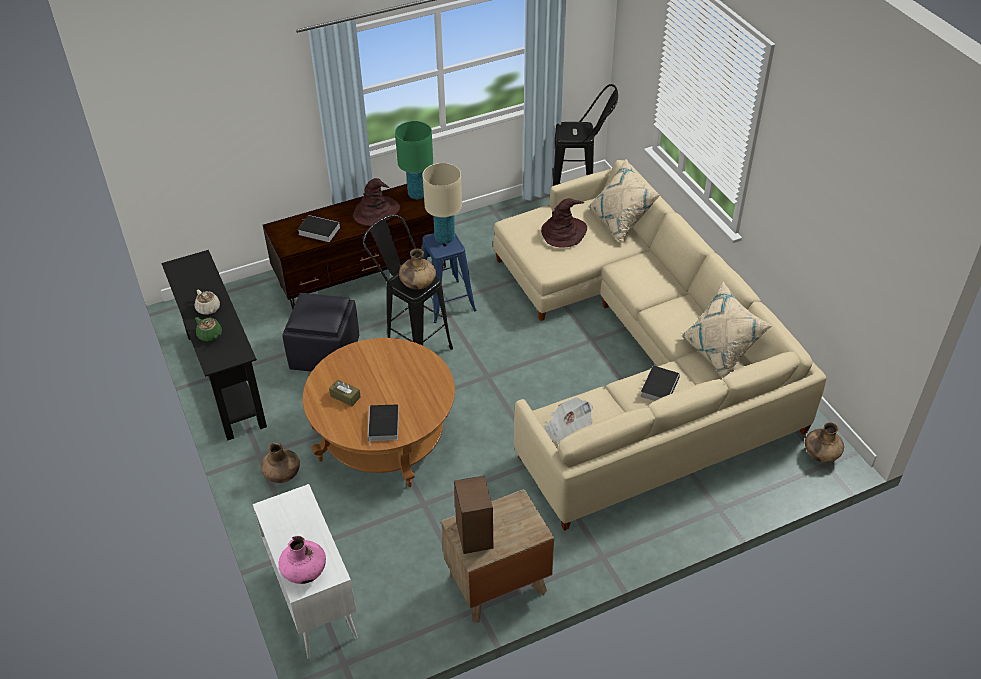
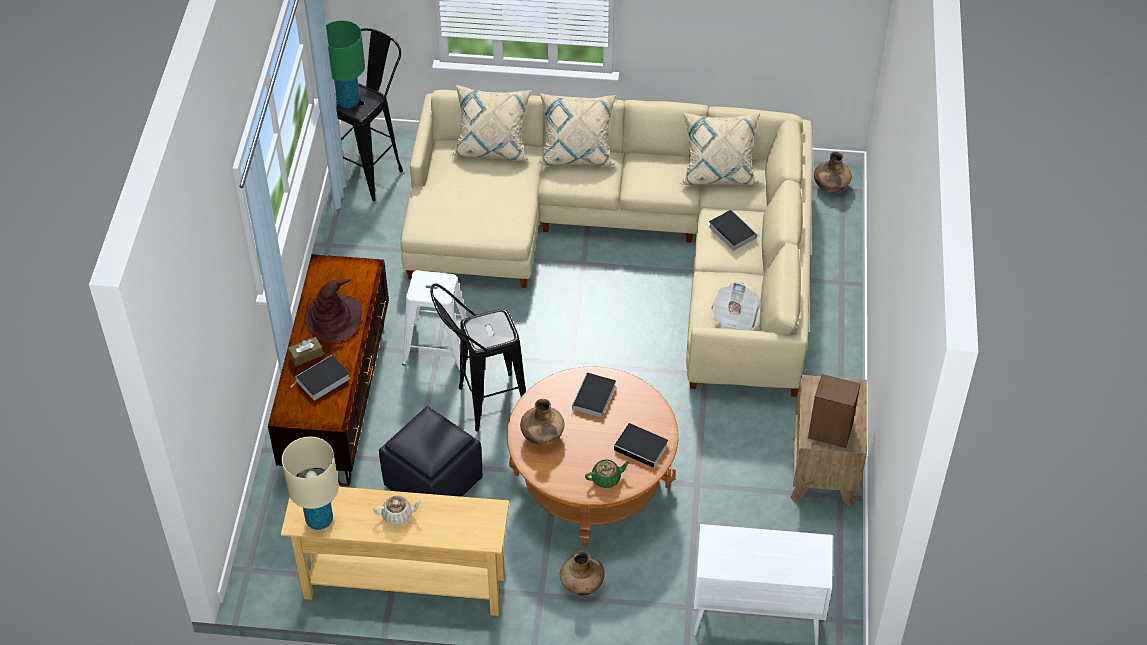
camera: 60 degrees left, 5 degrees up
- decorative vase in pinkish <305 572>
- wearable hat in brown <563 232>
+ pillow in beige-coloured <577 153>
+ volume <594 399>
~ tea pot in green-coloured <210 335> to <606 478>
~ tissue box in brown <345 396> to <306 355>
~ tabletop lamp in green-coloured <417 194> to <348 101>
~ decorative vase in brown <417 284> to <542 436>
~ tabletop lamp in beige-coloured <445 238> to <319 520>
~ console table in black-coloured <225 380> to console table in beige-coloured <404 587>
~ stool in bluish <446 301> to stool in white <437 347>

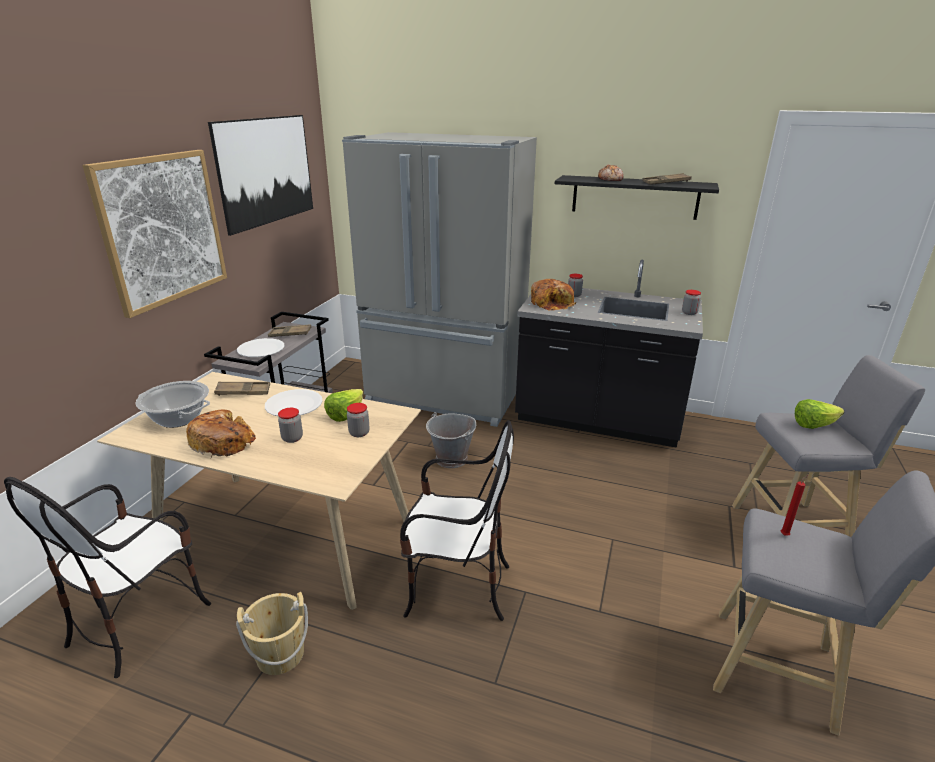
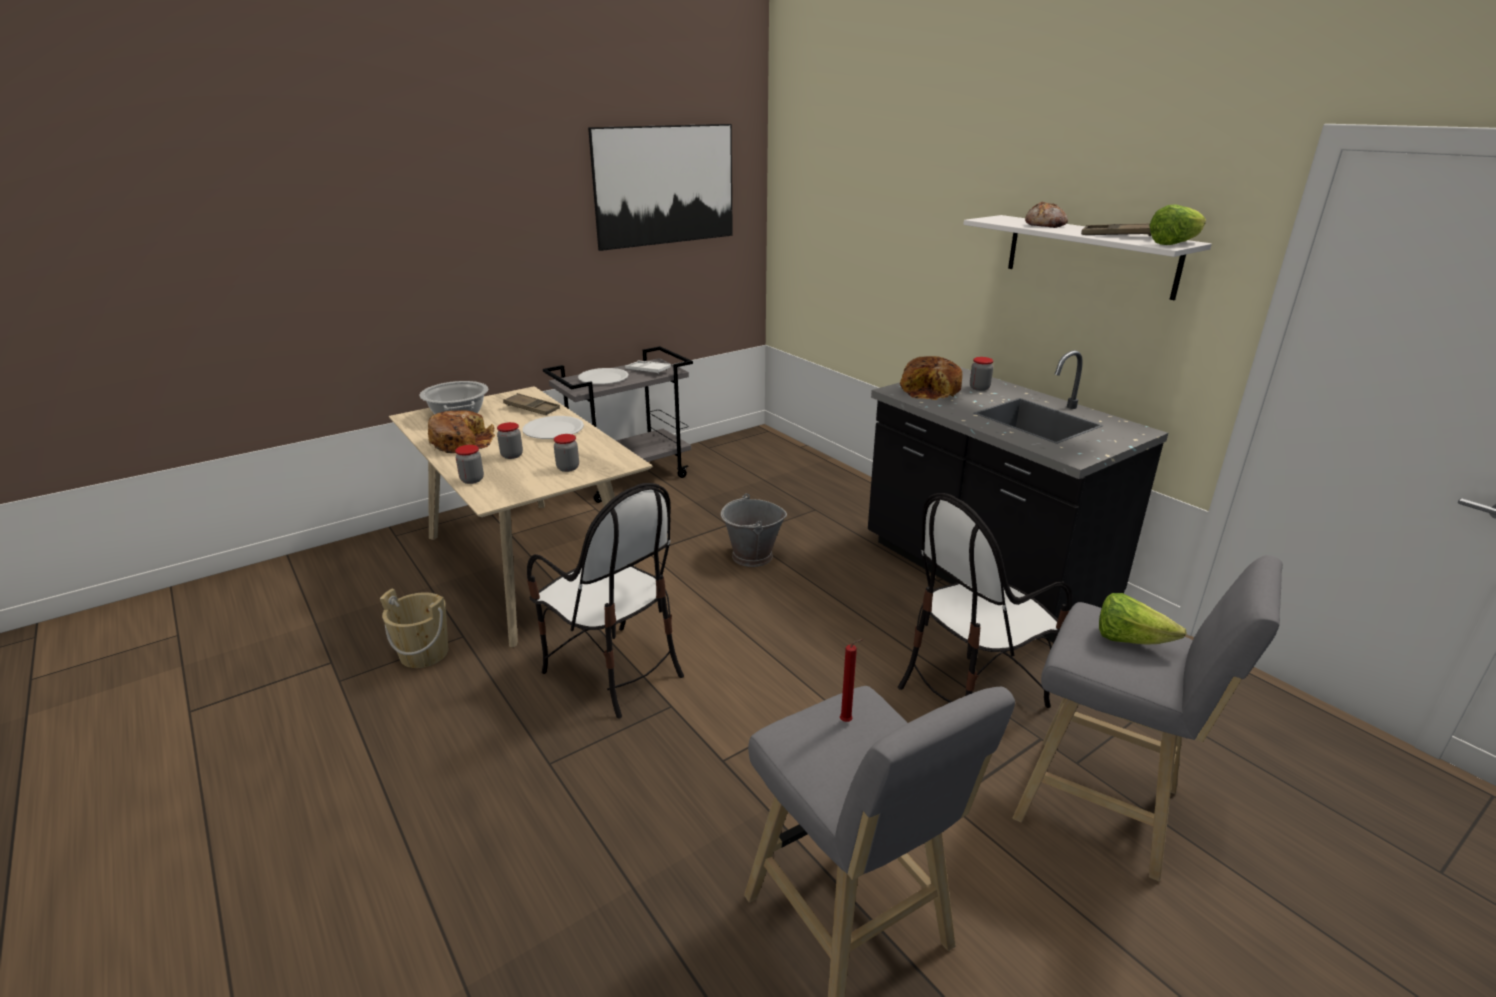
camera: 35 degrees right, 0 degrees up
- wall art <163 229>
- fridge in grey <445 396>
~ chair <139 620> to <970 692>
~ lettuce head <345 415> to <1174 244>
~ storage jar <689 313> to <472 480>
~ serving tray in brown <290 334> to serving tray in white <648 370>
~ shelf in black-coloured <634 197> to shelf in white <1090 255>

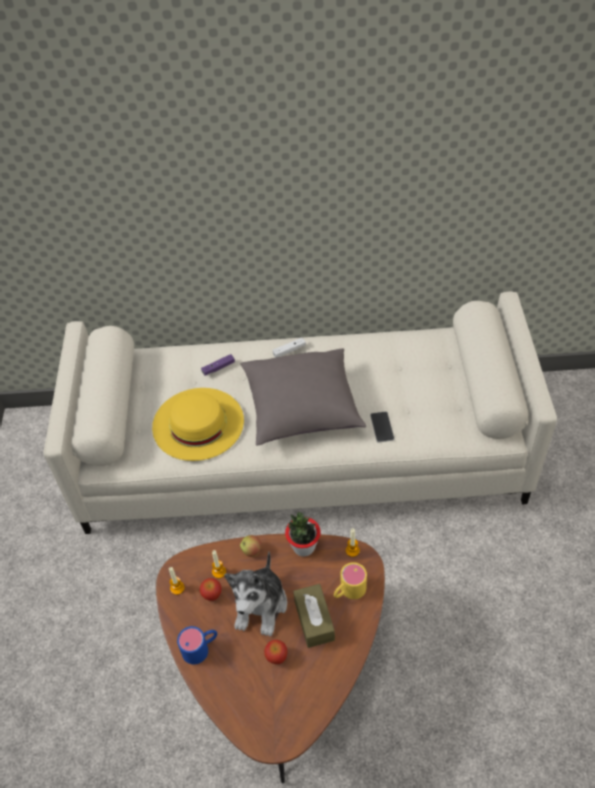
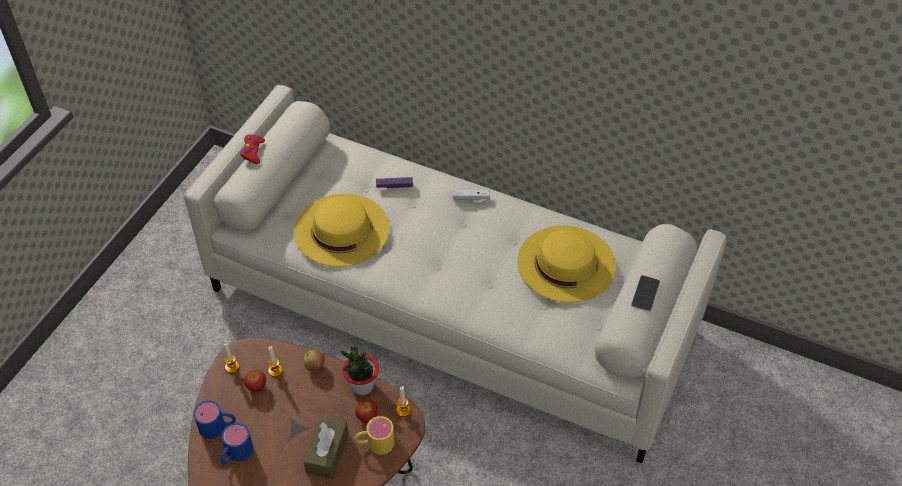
camera: 25 degrees right, 0 degrees up
- soft toy <261 605>
- pillow in grey <302 409>
+ coffee mug in bluish <235 454>
+ joypad in red-coloured <253 152>
+ wearable hat in yellowish <566 263>
~ apple fruit <276 656> to <367 417>
~ telephone <382 427> to <645 293>

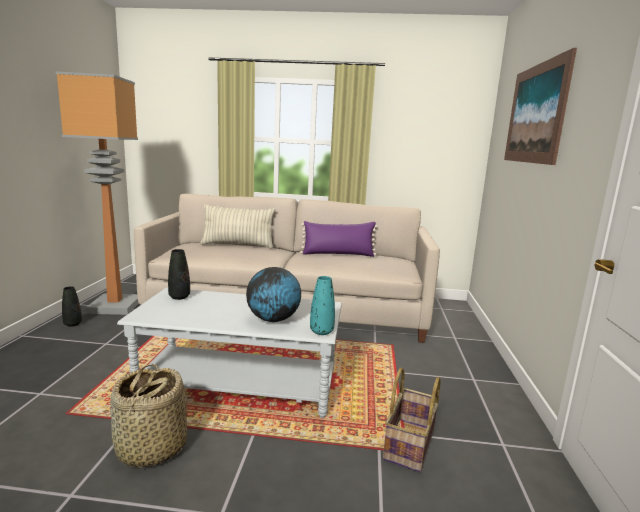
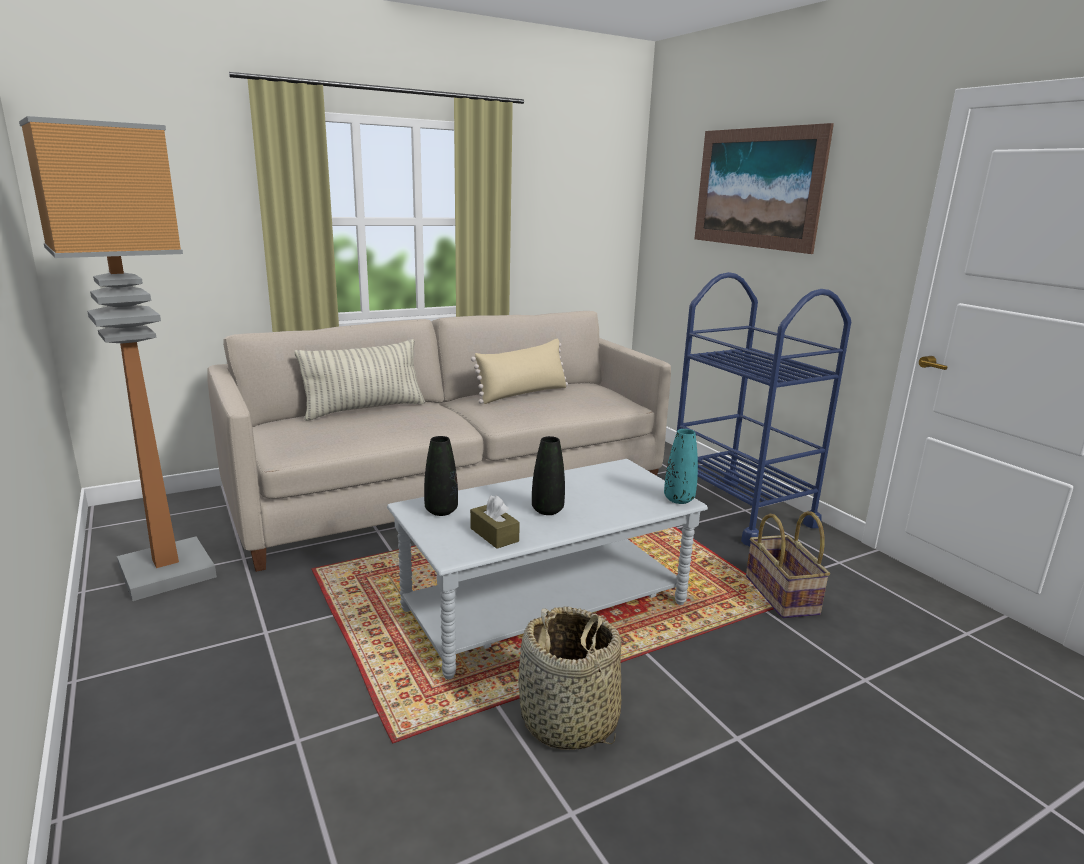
camera: 35 degrees left, 5 degrees up
- world globe <273 320>
+ tissue box in brown <494 535>
+ wheeled cart in bluish <739 510>
~ decorative vase in black-coloured <72 324> to <547 510>
~ pillow in purplish <338 254> to pillow in beige-coloured <523 394>

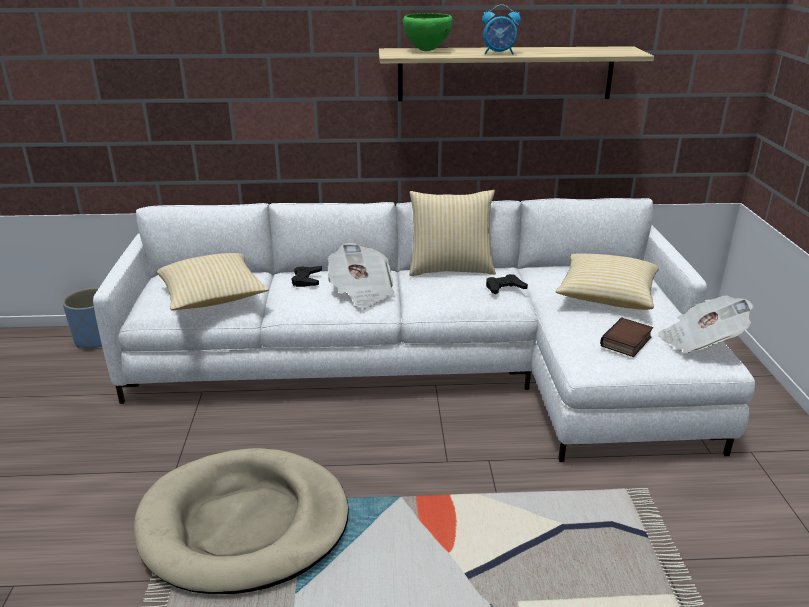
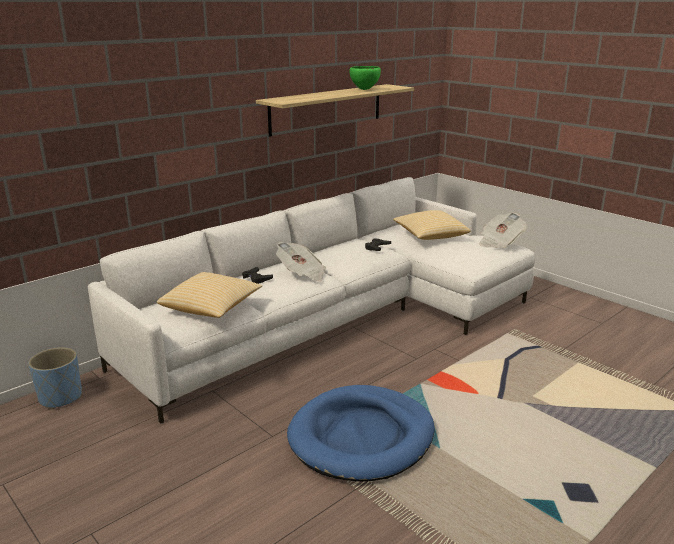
camera: 40 degrees left, 5 degrees down
- pillow <450 269>
- table clock <499 53>
- volume <627 342>
~ bowl in green-coloured <426 51> to <364 89>
~ dog bed in beige-coloured <244 524> to dog bed in bluish <362 437>

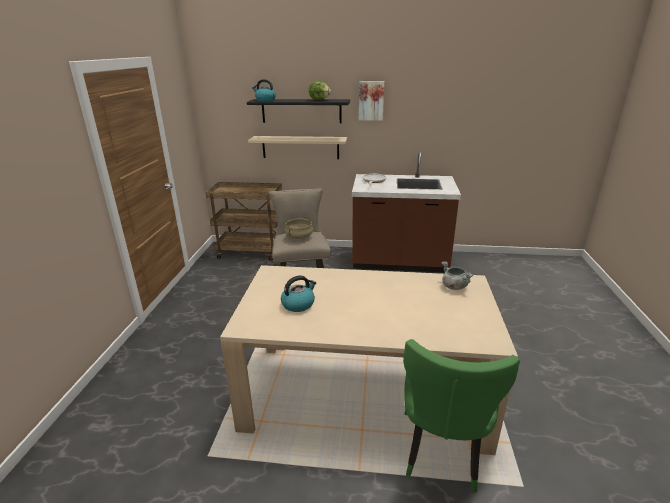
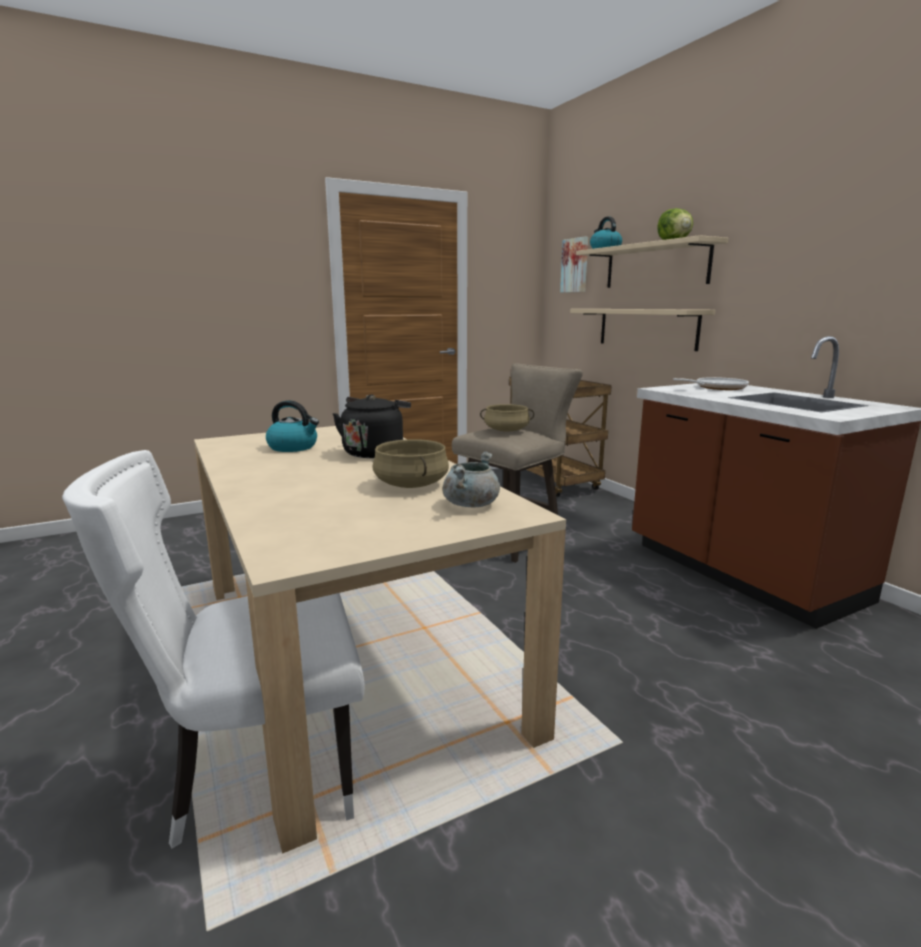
camera: 55 degrees right, 10 degrees down
+ kettle in black-coloured <374 452>
+ cooking pot in beige-coloured <410 484>
~ wall art <371 100> to <575 265>
~ shelf in black-coloured <301 111> to shelf in beige-coloured <655 266>
~ chair in green-coloured <442 453> to chair in white <255 772>

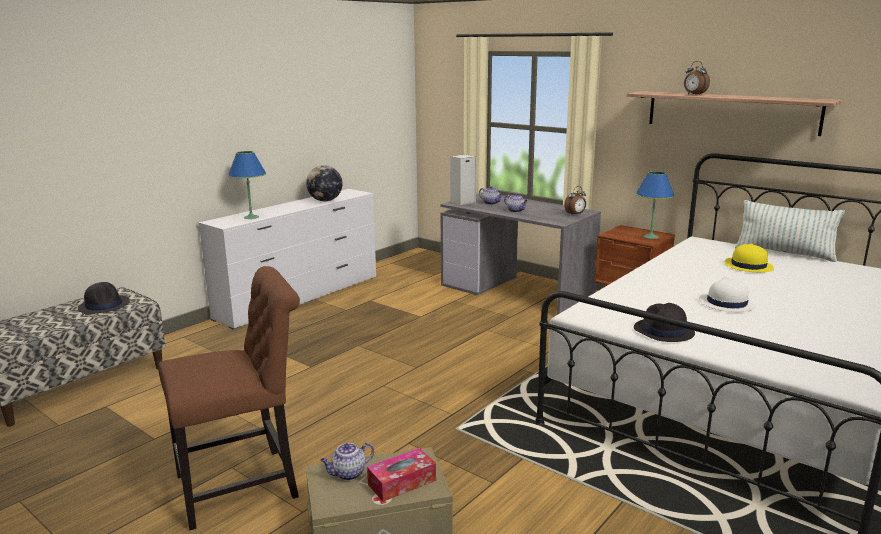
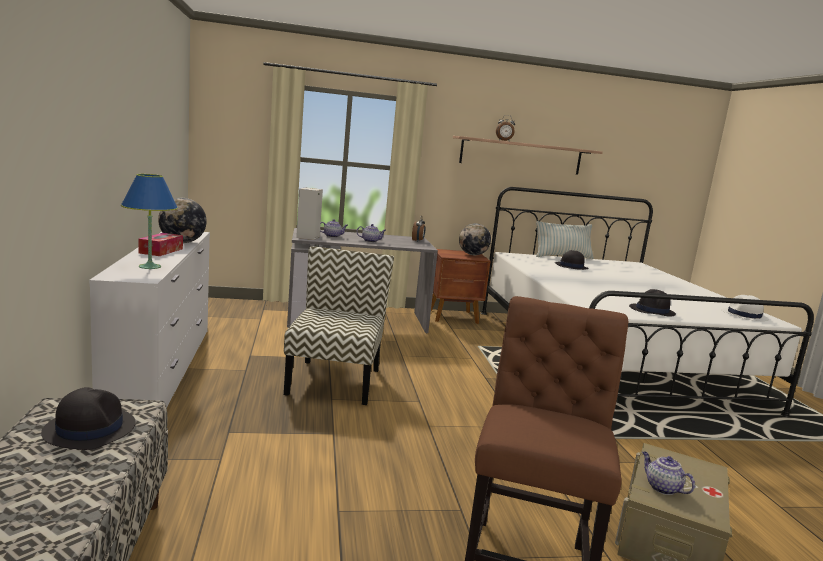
camera: 50 degrees left, 5 degrees down
+ chair <334 380>
~ tissue box <402 482> to <161 251>
~ wearable hat in white <726 303> to <744 315>
~ tabletop lamp in bluish <650 237> to world globe <473 255>
~ wearable hat in yellowish <748 266> to wearable hat in black-coloured <571 266>
~ tea pot <348 474> = <662 487> 135 degrees clockwise

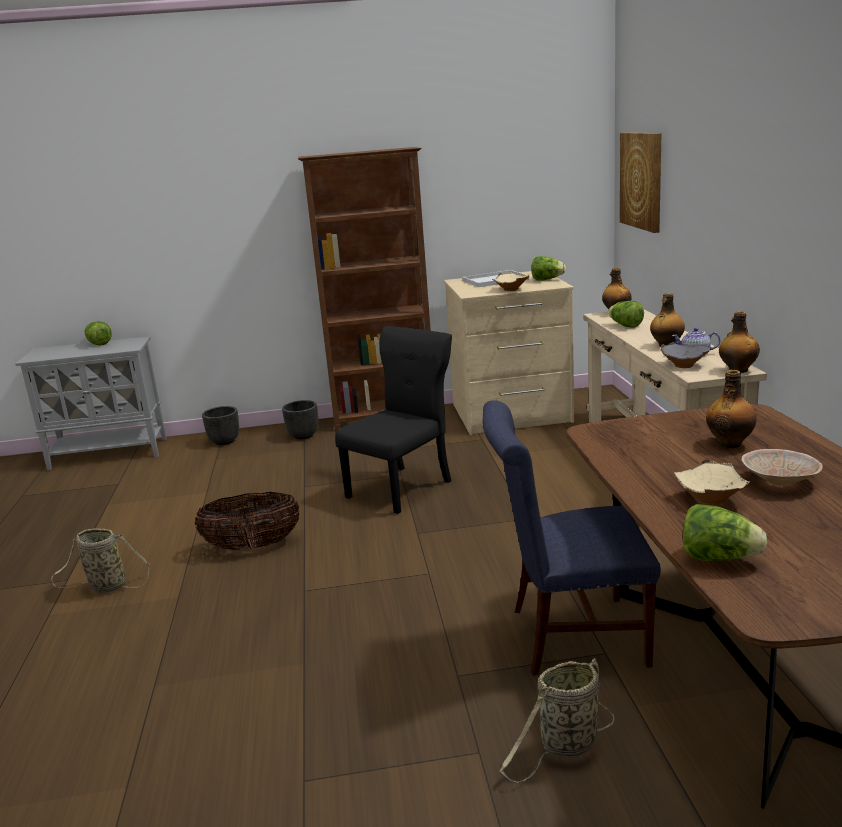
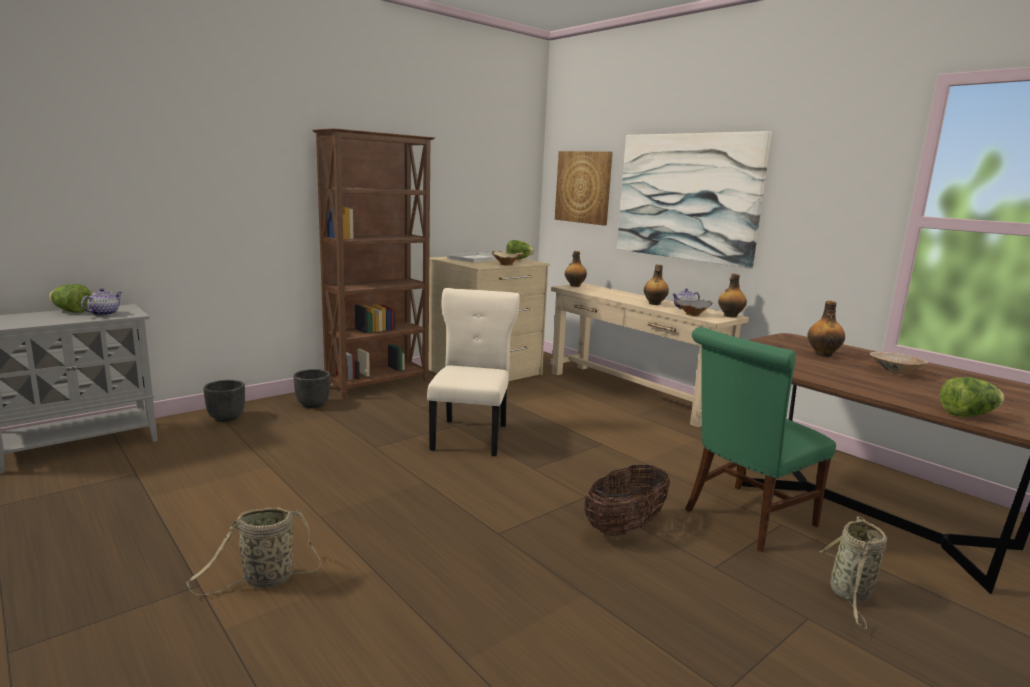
camera: 35 degrees left, 5 degrees down
- lettuce head <625 326>
- bowl in beige-coloured <712 499>
+ tea pot <104 314>
+ wall art <686 197>
~ storage basket <253 546> to <625 527>
~ chair in black-coloured <402 488> to chair in beige-coloured <471 435>
~ chair in bluish <568 636> to chair in green-coloured <744 519>

